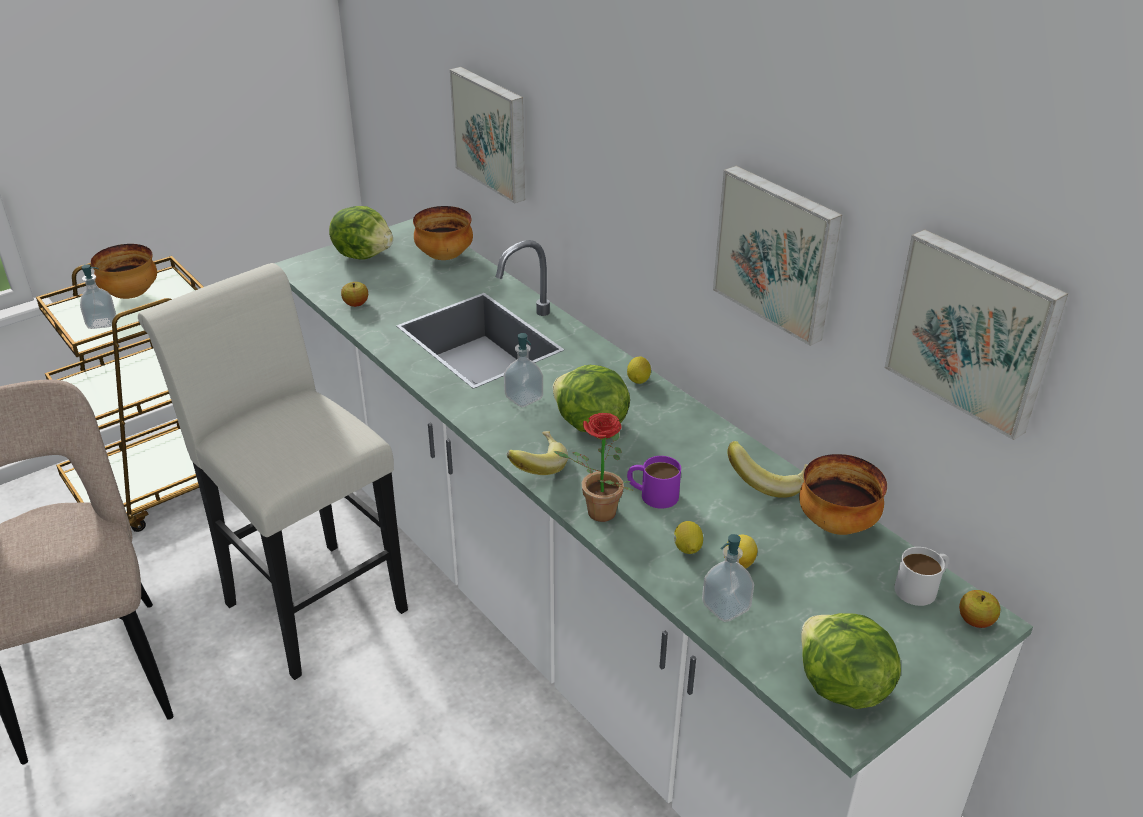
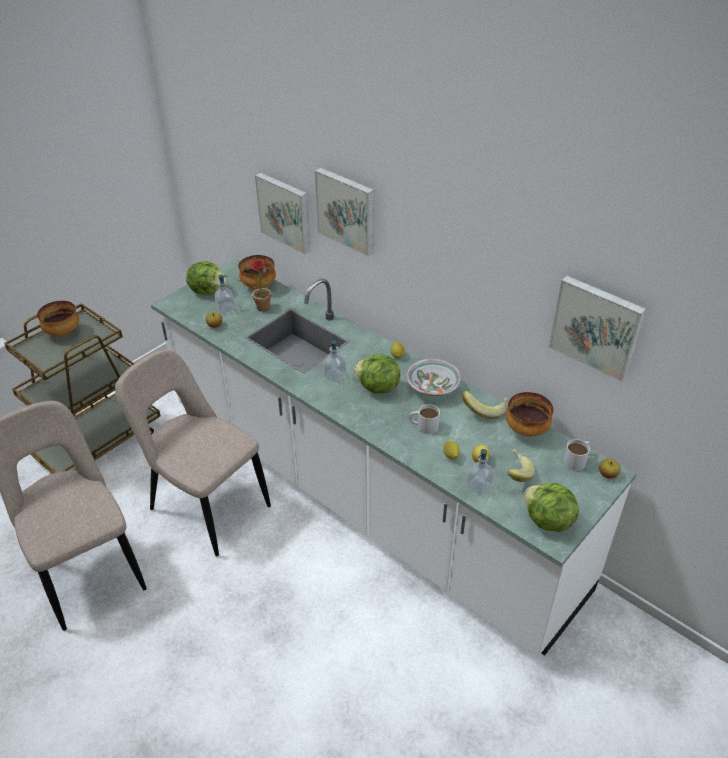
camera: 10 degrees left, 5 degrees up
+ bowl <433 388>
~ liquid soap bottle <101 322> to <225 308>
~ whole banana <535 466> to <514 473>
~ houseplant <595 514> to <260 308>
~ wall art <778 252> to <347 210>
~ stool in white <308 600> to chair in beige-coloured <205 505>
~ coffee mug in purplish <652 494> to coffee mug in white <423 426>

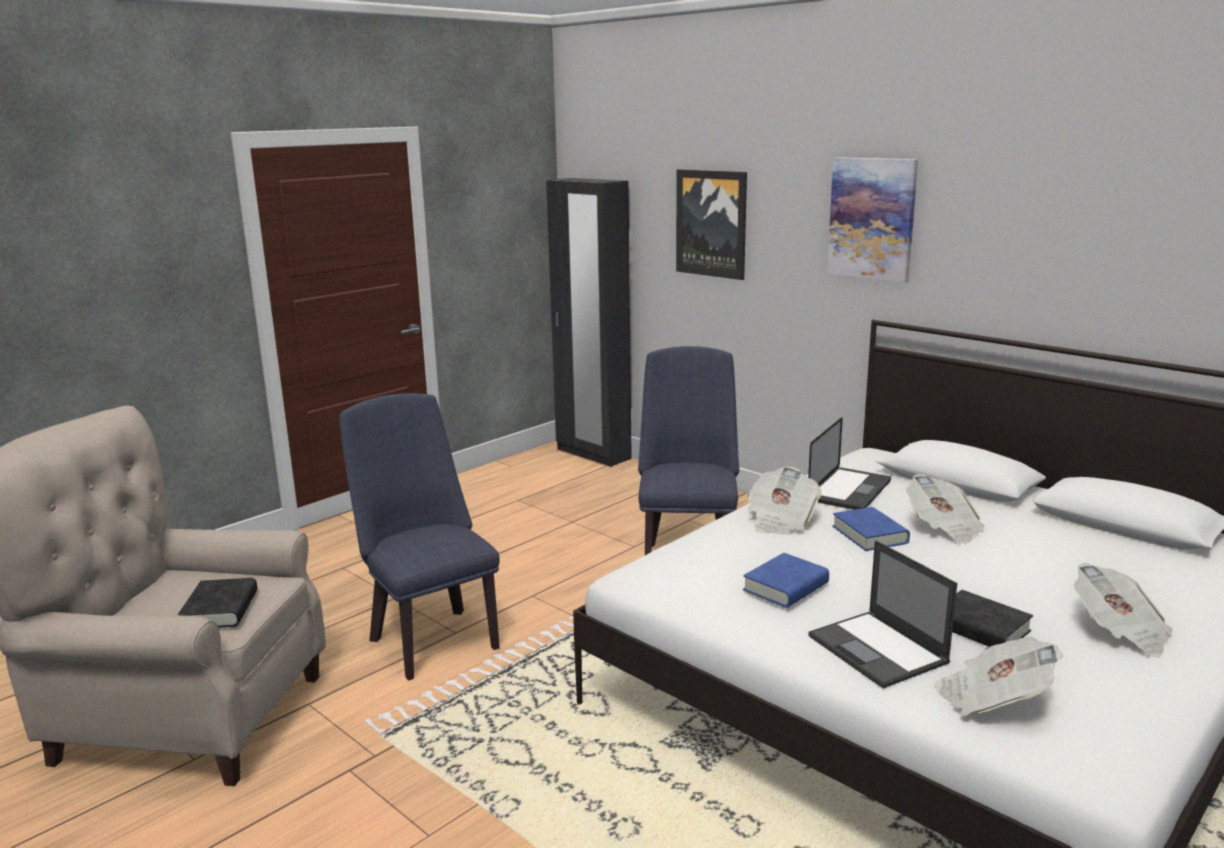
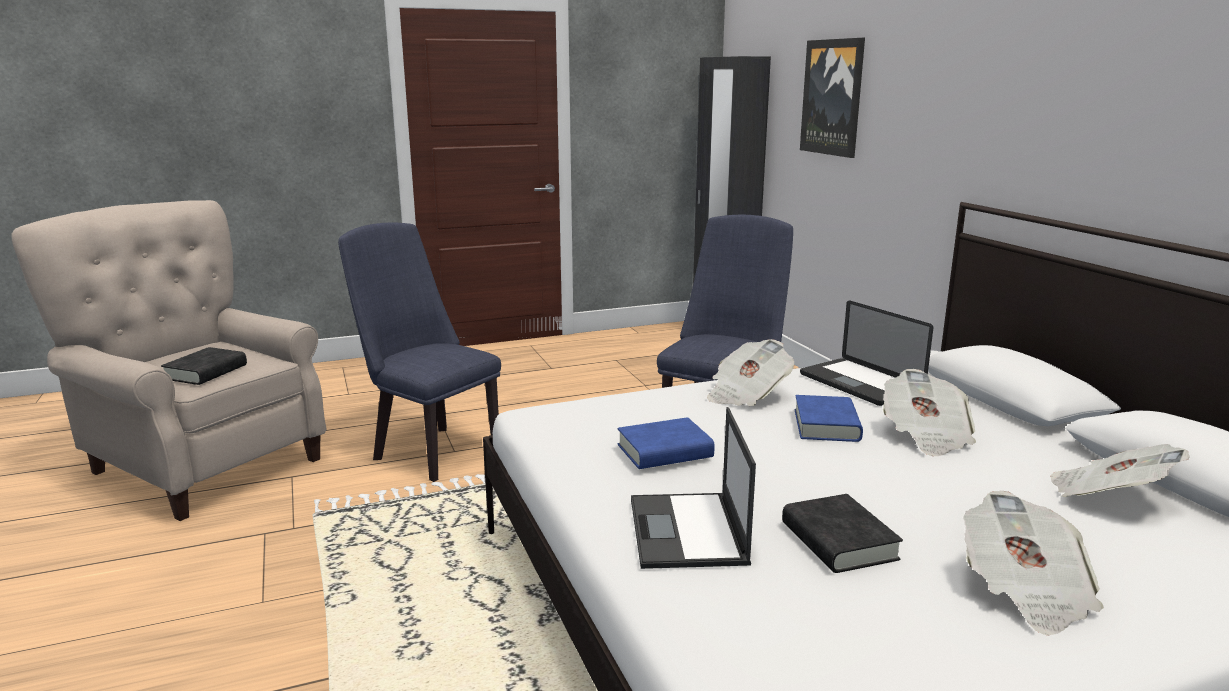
camera: 25 degrees right, 0 degrees up
- wall art <872 218>
~ newspaper <992 700> to <1107 497>
~ chair in bluish <429 638> = <430 450> 45 degrees counterclockwise
~ portable computer <849 491> = <860 383> 90 degrees clockwise

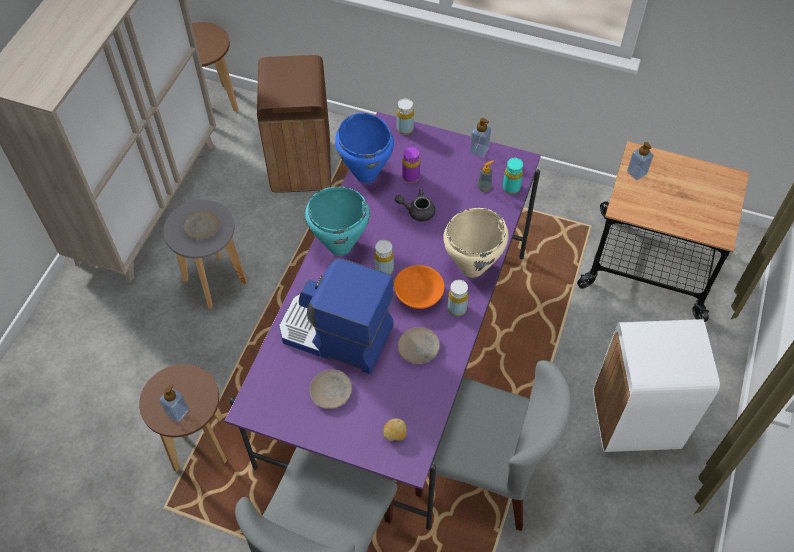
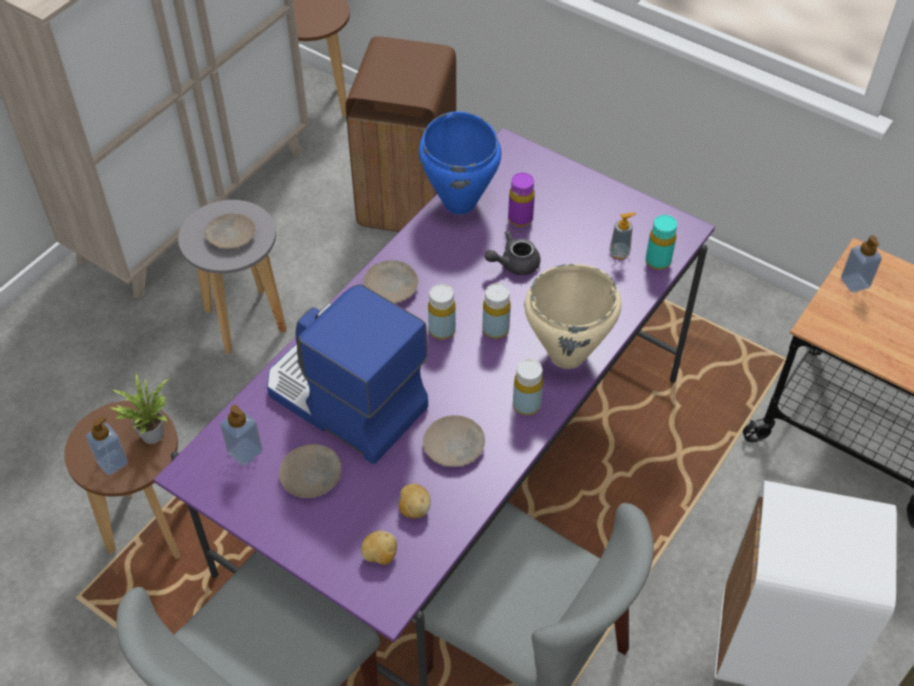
camera: 15 degrees right, 5 degrees down
- bowl in orange-coloured <419 294>
+ houseplant <150 433>
+ spud <414 509>
~ drink bottle in yellowish <405 129> to <495 329>
~ liquid soap bottle <479 150> to <245 452>
~ cooking pot in blue-green <339 245> to dinner plate in beige-coloured <391 286>
~ tea pot in grey <417 211> = <514 264> 45 degrees counterclockwise

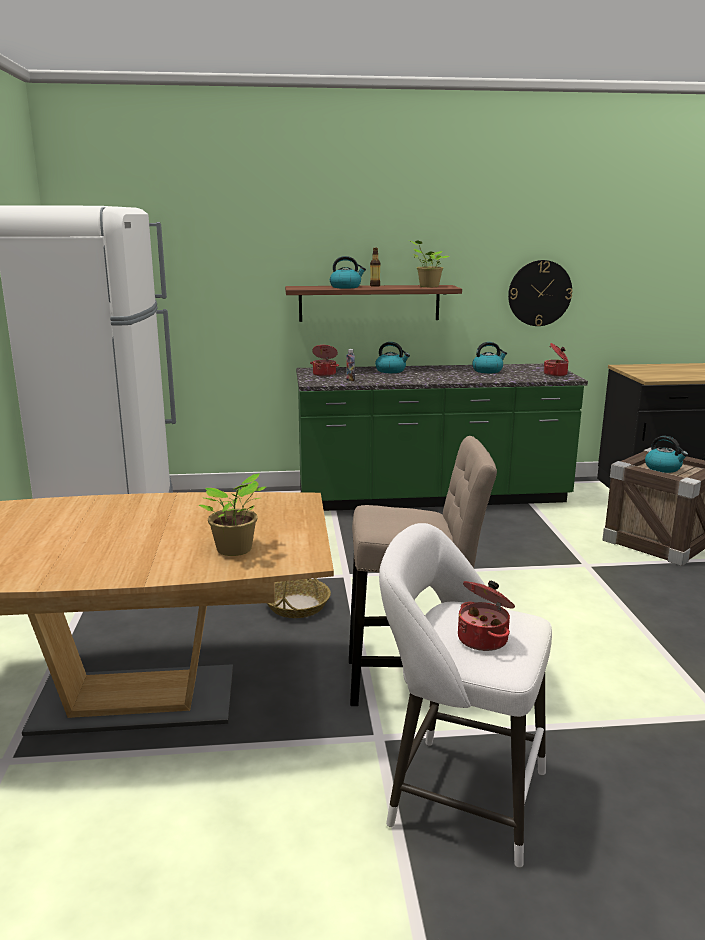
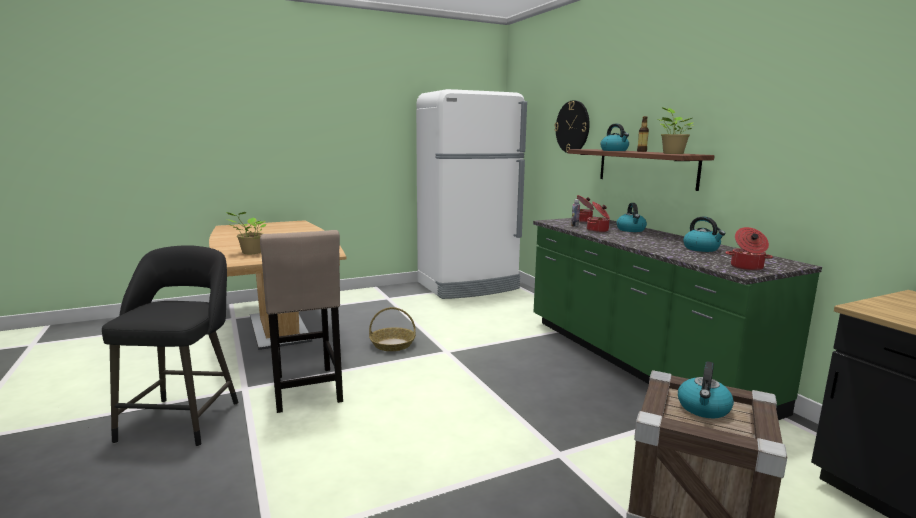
camera: 70 degrees right, 5 degrees down
~ cooking pot <484 639> to <598 230>
~ clock on the wall <539 293> to <572 127>
~ stool in white <458 795> to stool in black-coloured <183 418>

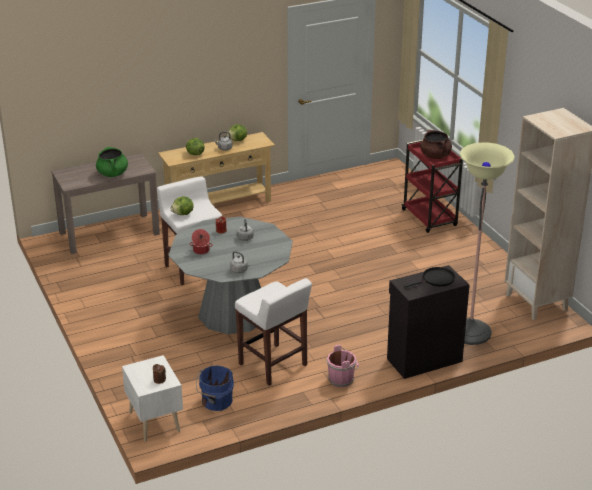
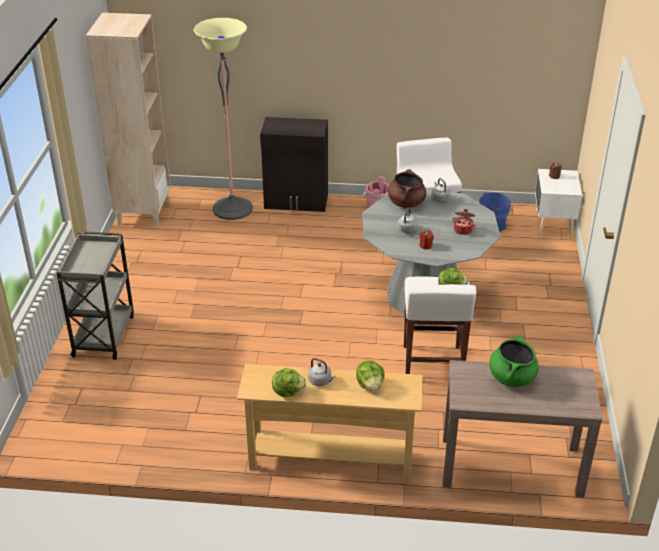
camera: 150 degrees left, 5 degrees up
- pan in black-coloured <436 279>
~ cooking pot in brown <435 156> to <406 203>
~ wheeled cart in red-coloured <430 218> to wheeled cart in grey <104 334>

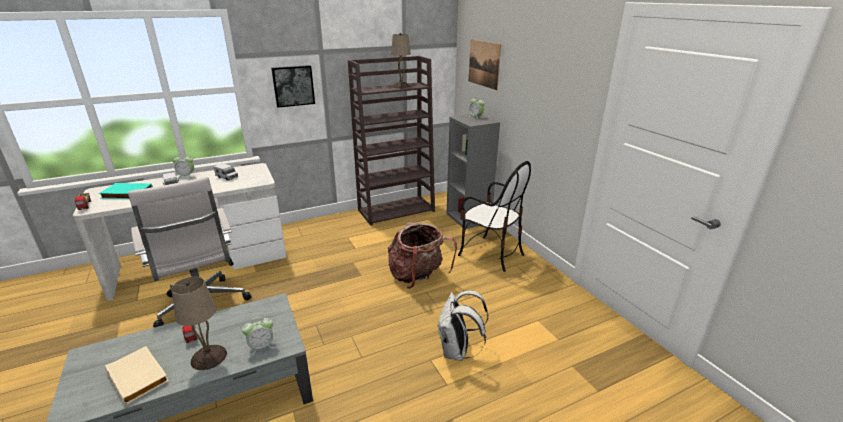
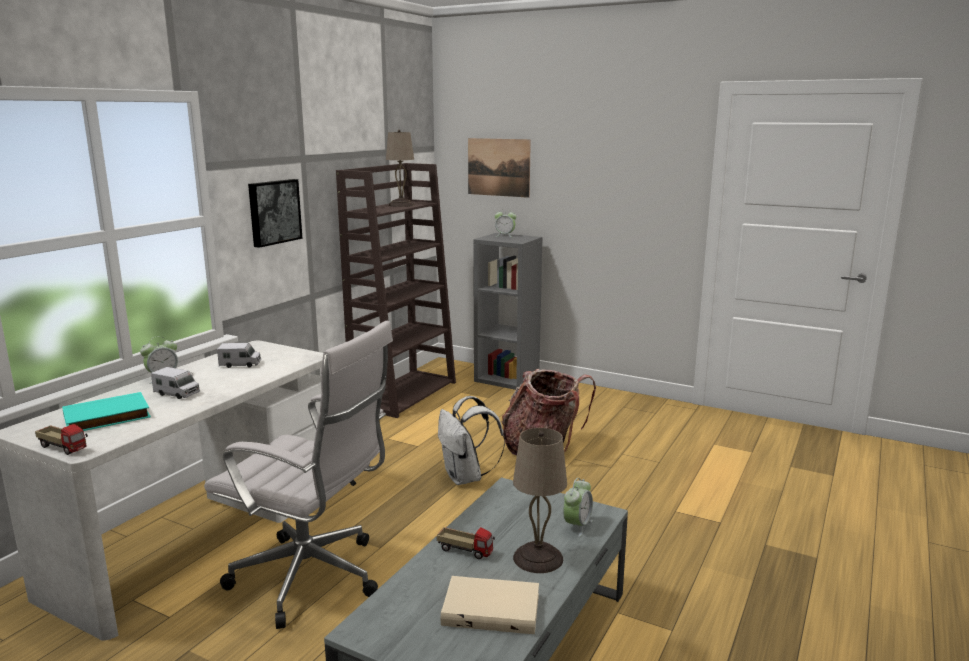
camera: 35 degrees left, 10 degrees down
- chair <490 254>
~ knapsack in white <457 351> to <466 478>

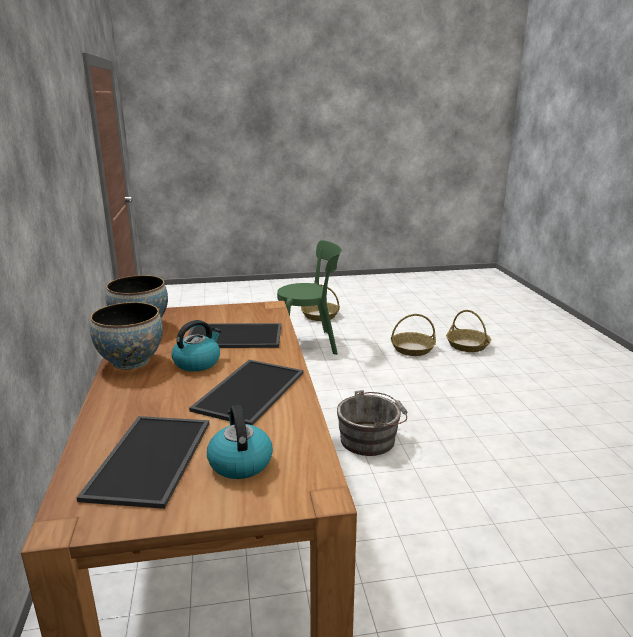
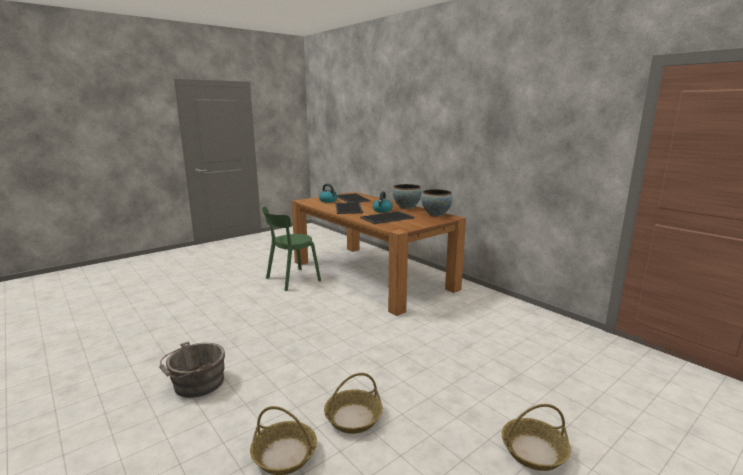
camera: 150 degrees right, 5 degrees down
~ chair in green-coloured <309 343> to <290 280>
~ water bucket in grey <371 439> to <196 384>

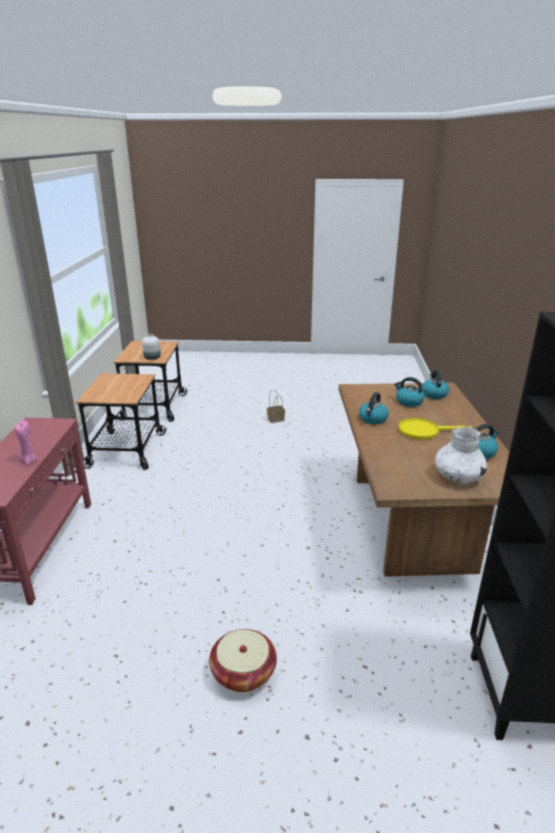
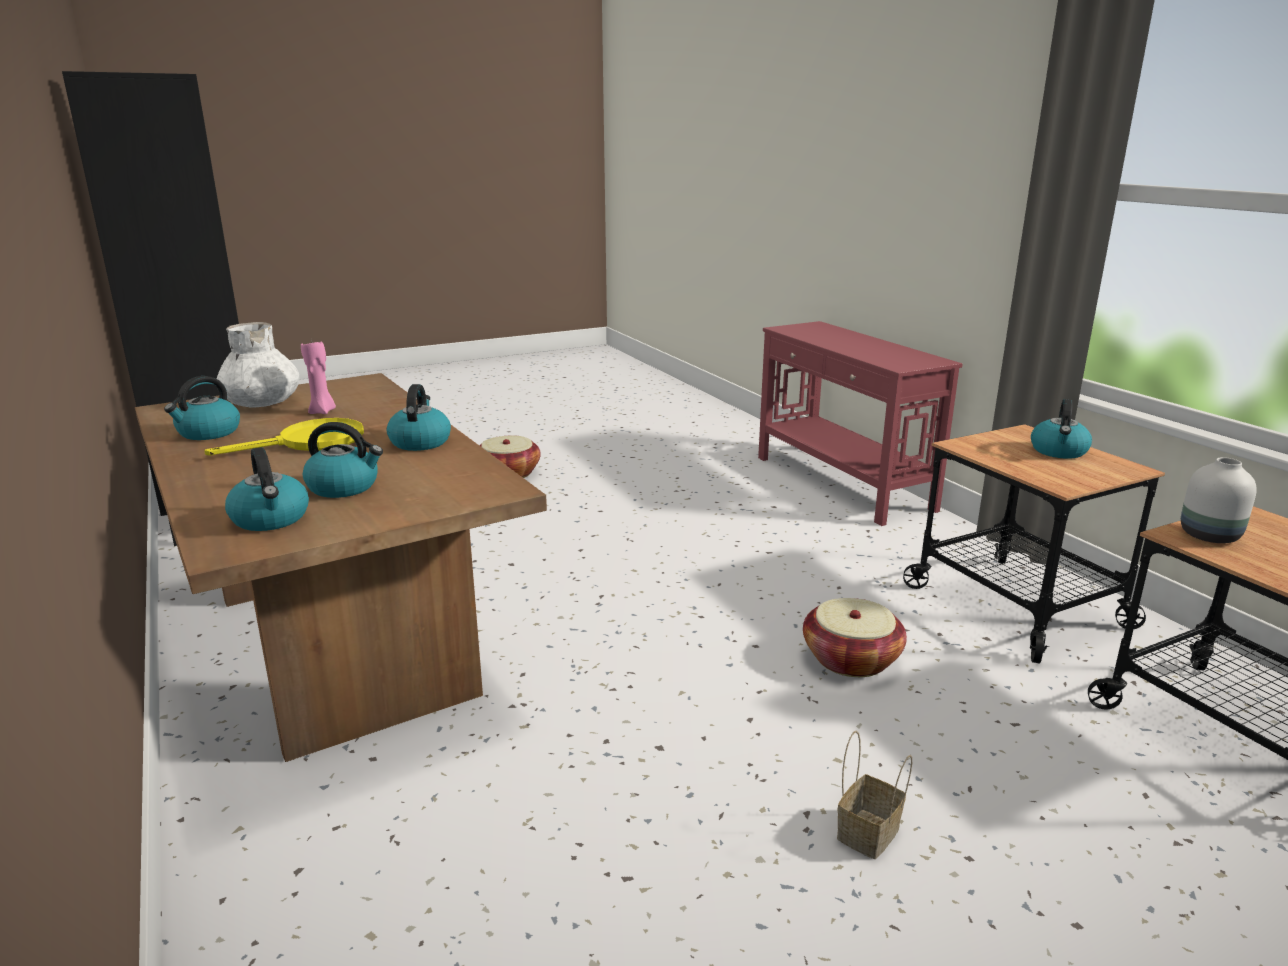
camera: 150 degrees right, 5 degrees down
+ storage basket <851 659>
+ kettle <1059 451>
~ wax candle in pinkish <29 461> to <323 412>

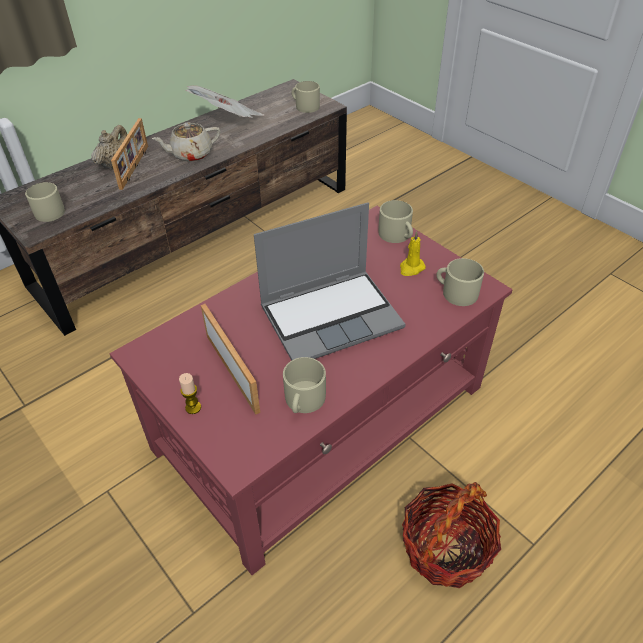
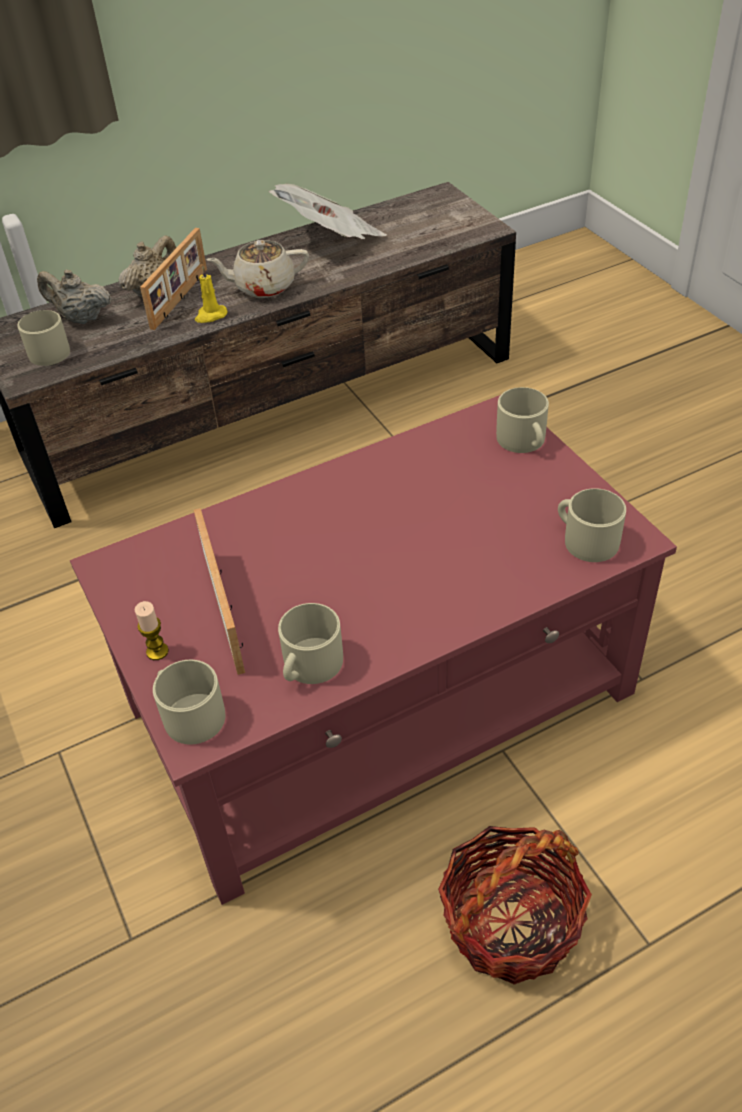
camera: 15 degrees right, 0 degrees up
- portable computer <332 316>
+ tea pot in beige-coloured <80 318>
~ coffee mug in beige-coloured <305 106> to <189 713>
~ wax candle in yellowish <411 268> to <210 315>

